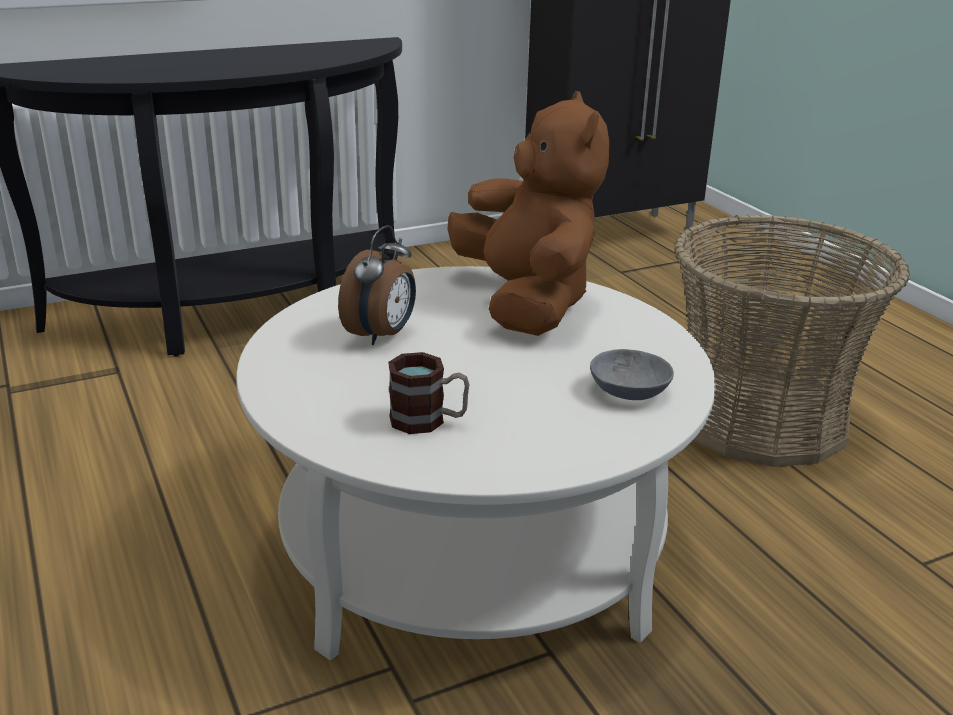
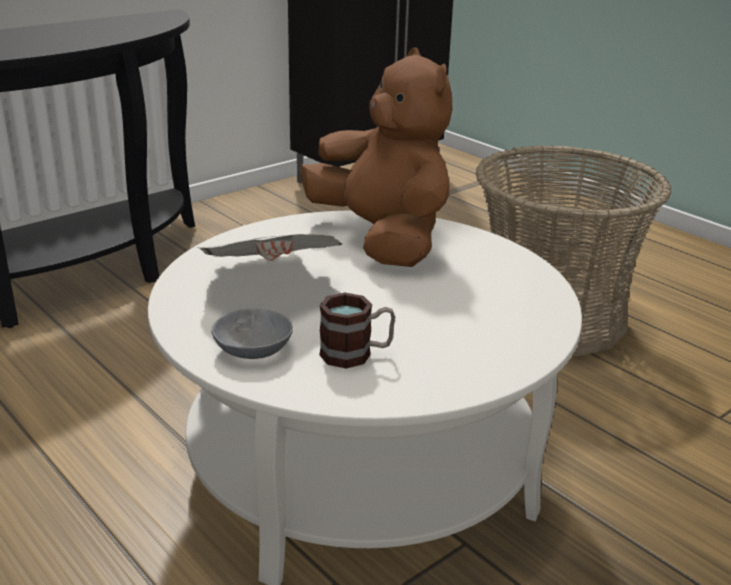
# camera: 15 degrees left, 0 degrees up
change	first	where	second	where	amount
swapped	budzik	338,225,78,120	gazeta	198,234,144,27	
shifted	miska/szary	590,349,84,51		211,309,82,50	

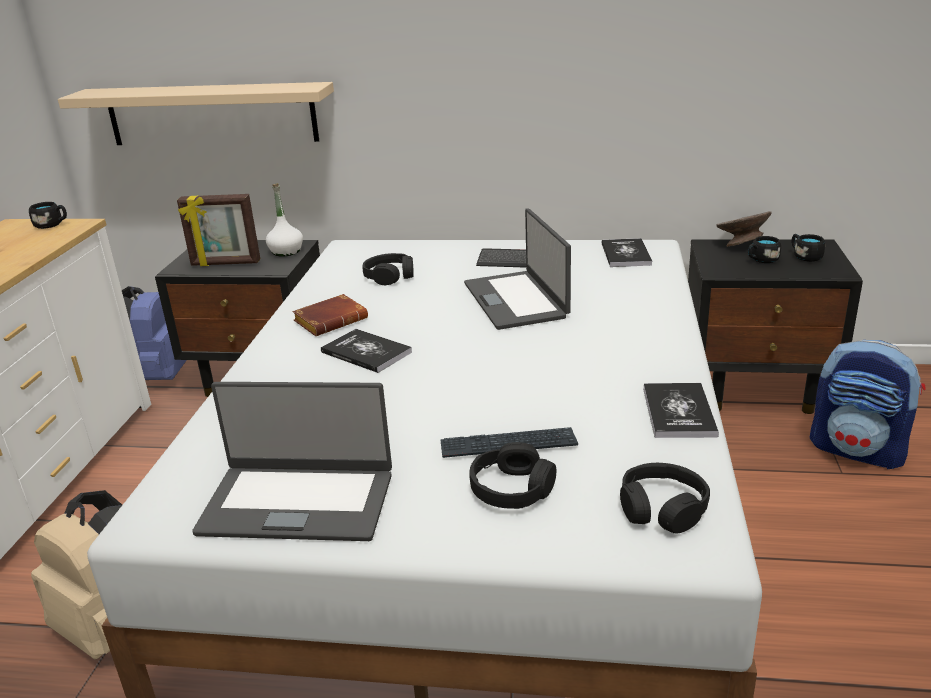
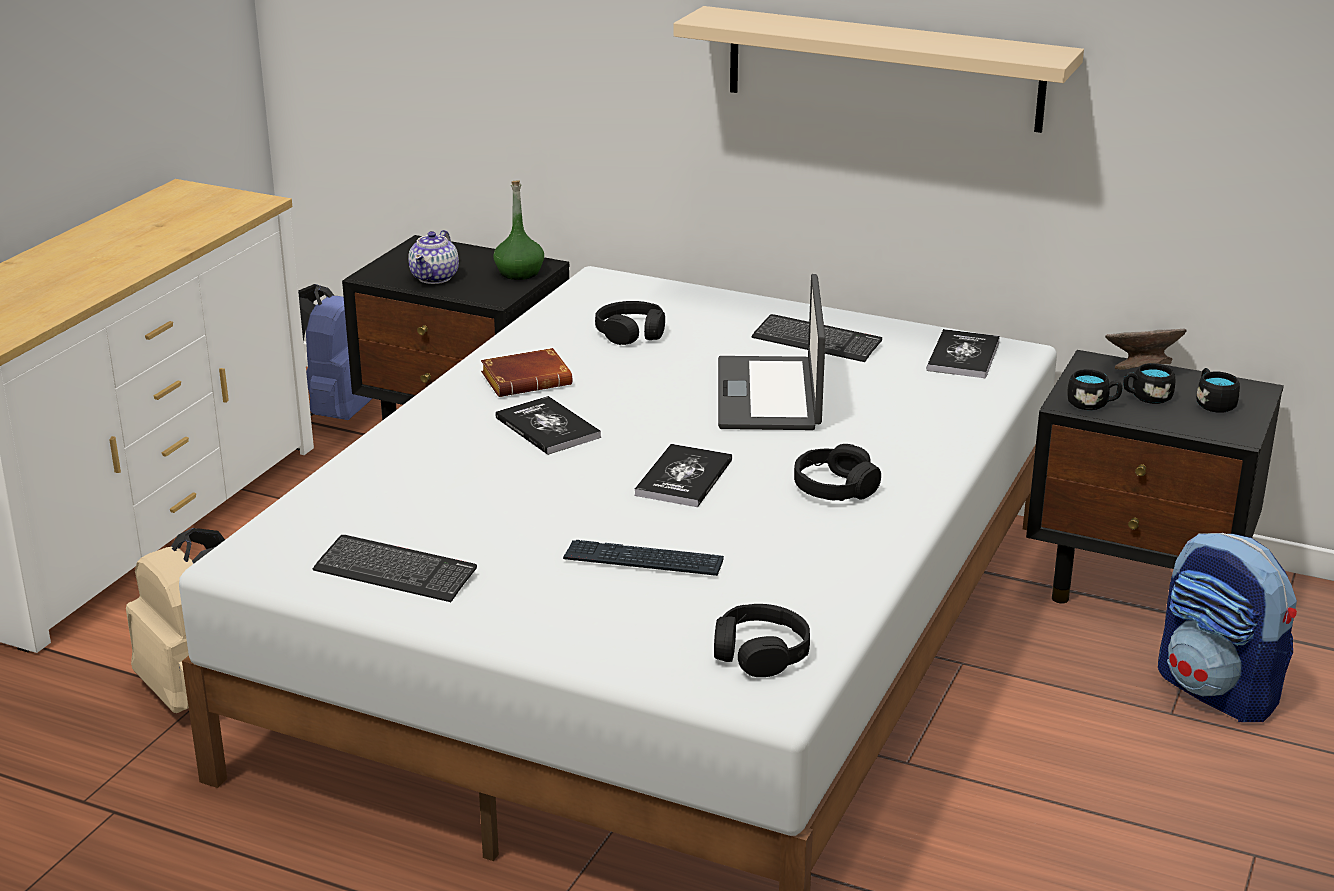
# camera: 15 degrees right, 0 degrees up
change	first	where	second	where	amount
shifted	kubek/czarny	29,202,38,27		1067,369,55,41	
shifted	półka/beżowy	58,82,276,63		674,6,410,127	
swapped	ramka na zdjęcie	177,194,83,72	imbryk	408,230,51,54	
swapped	laptop	192,382,200,159	klawiatura	313,535,164,67	
repainted	butelka/biały	266,183,37,74	butelka/zielony	493,180,51,100	
shifted	słuchawki/czarny	470,442,86,67		794,444,87,57	
shifted	książka	643,383,76,55		635,444,97,63	

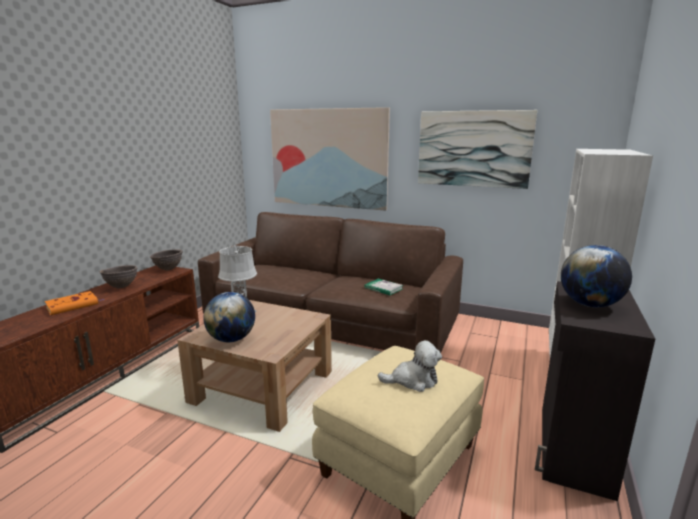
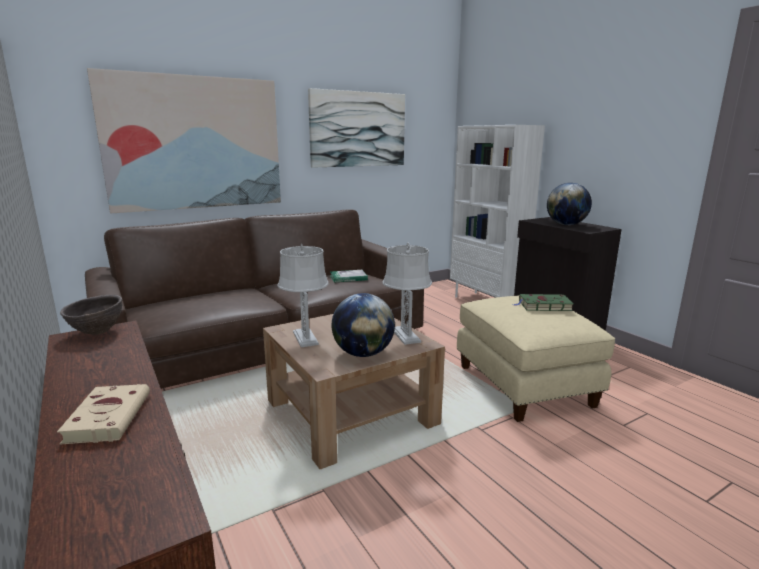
# camera: 55 degrees left, 0 degrees up
change	first	where	second	where	amount
repainted	książka/pomarańczowy	45,291,59,24	książka/beżowy	57,384,93,60	
gone	miska/brązowy	100,265,37,23			
swapped	pluszak	378,340,64,52	książka/zielony	513,294,61,17	
new			lampa stołowa/szary	382,242,50,103	

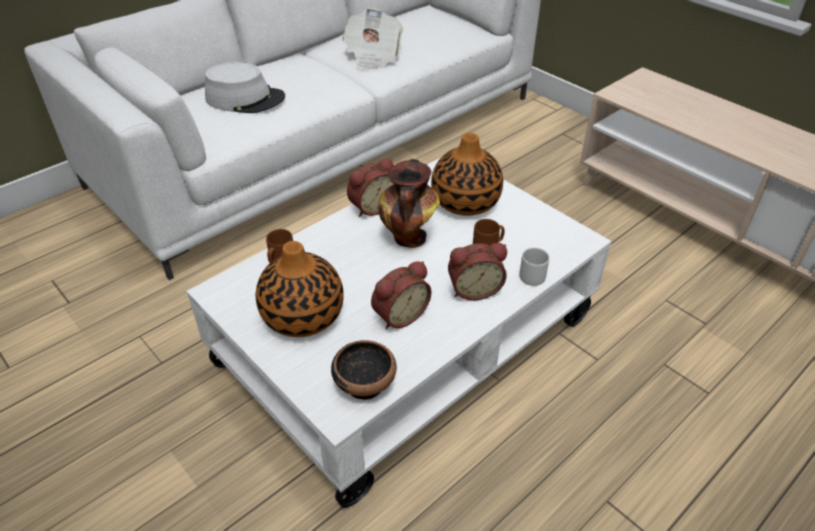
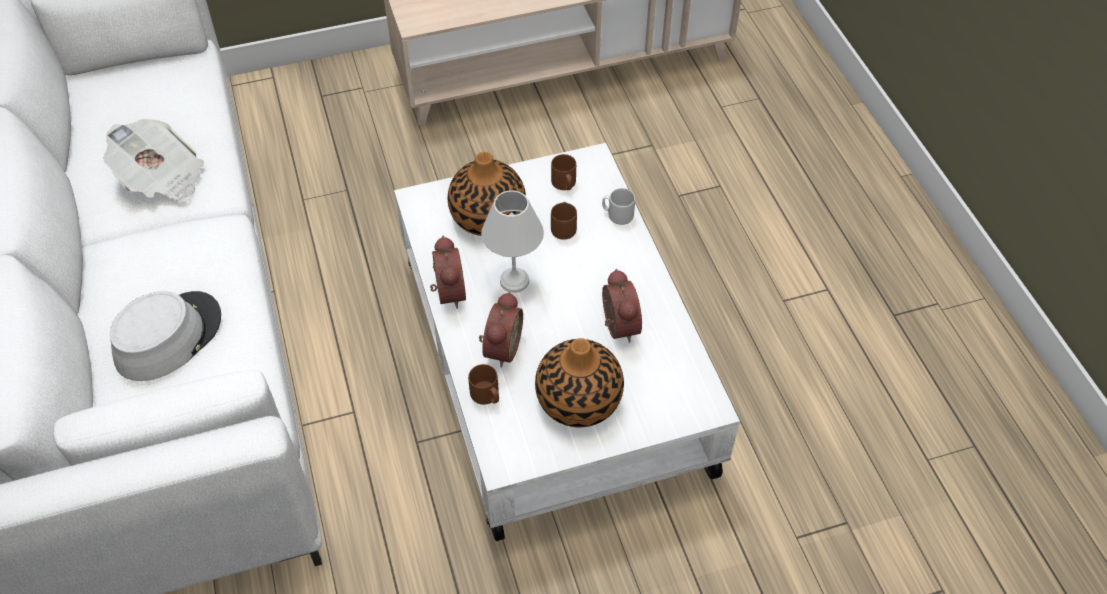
# camera: 65 degrees left, 10 degrees up
change	first	where	second	where	amount
gone	miska	331,340,66,60			
swapped	wazon	378,159,62,89	lampa stołowa/biały	481,190,63,103	
shifted	budzik	448,243,59,57		479,292,44,75	
new			kubek/brązowy	551,154,25,36	

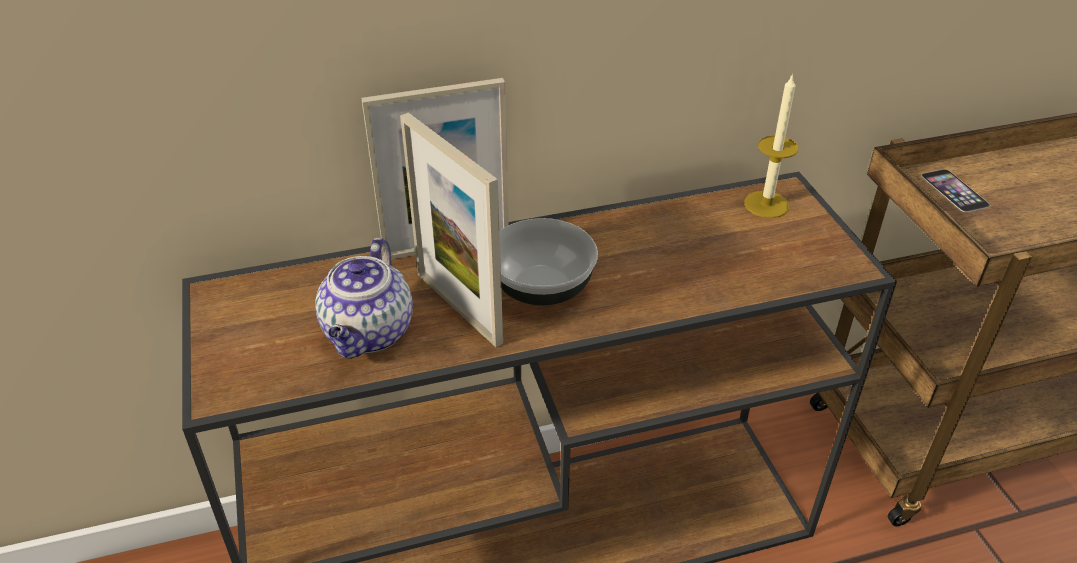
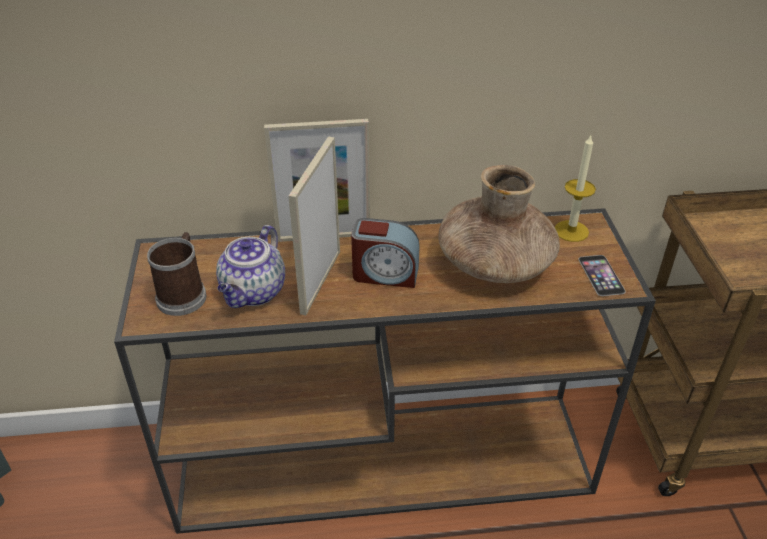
# camera: 10 degrees right, 0 degrees up
change	first	where	second	where	amount
rotated	ramka na zdjęcie	400,112,103,235		288,137,52,178	45 degrees clockwise
swapped	miska	499,218,99,88	budzik	351,218,69,70	
shifted	telefon	921,169,69,43		578,255,48,41	
new			kubek	147,232,59,84	
new			wazon/brązowy	438,165,122,118	

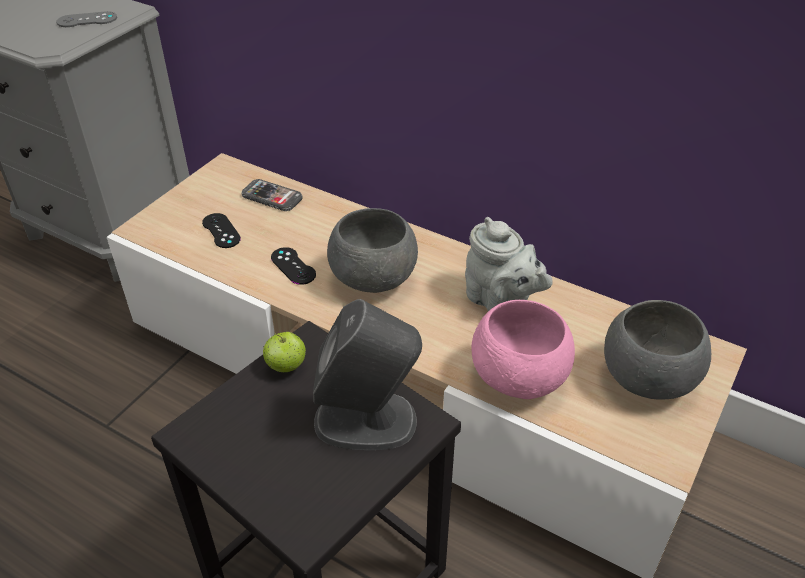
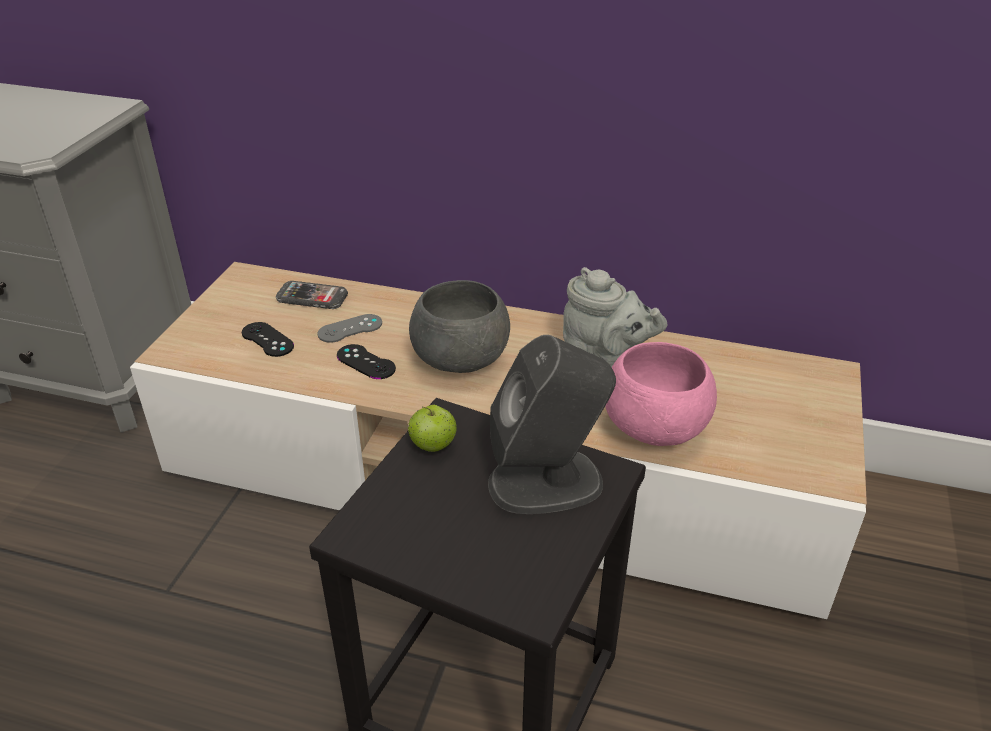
# camera: 15 degrees left, 5 degrees down
change	first	where	second	where	amount
shifted	pad do gier/szary	56,11,61,16		317,314,65,29	
gone	miska/szary	604,300,107,99			

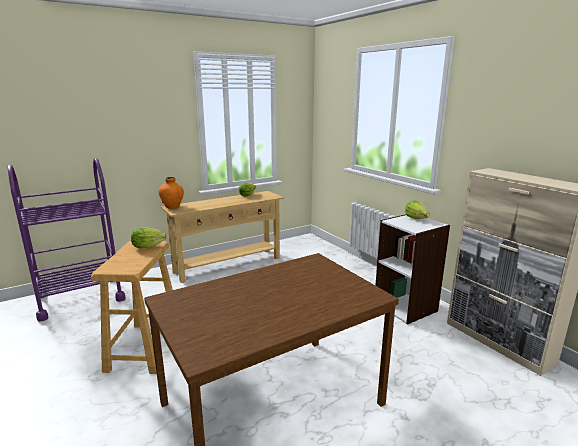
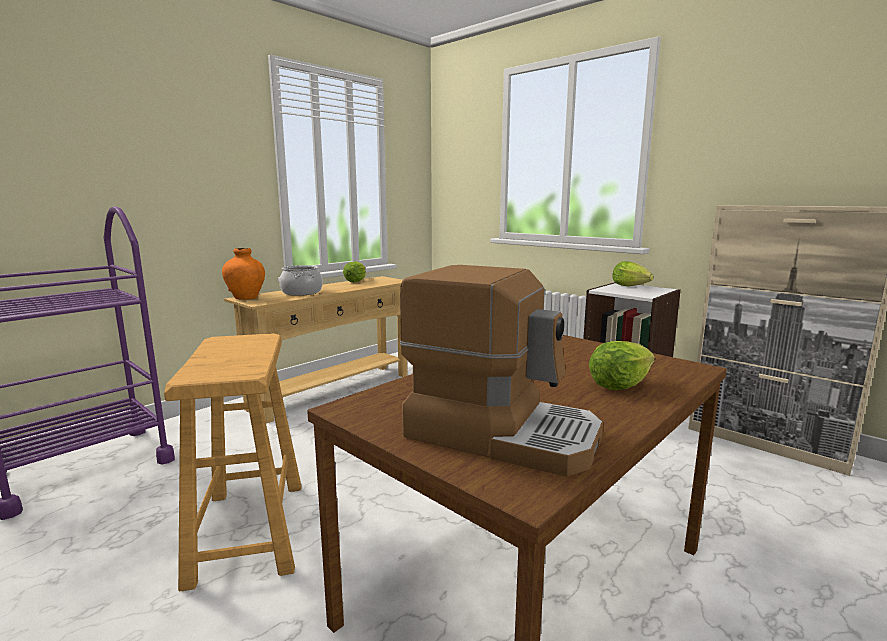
# camera: 15 degrees left, 5 degrees down
change	first	where	second	where	amount
shifted	sałata	131,227,36,21		589,341,66,49	
new			garnek	279,265,44,31	
new			ekspres do kawy	400,265,203,211	

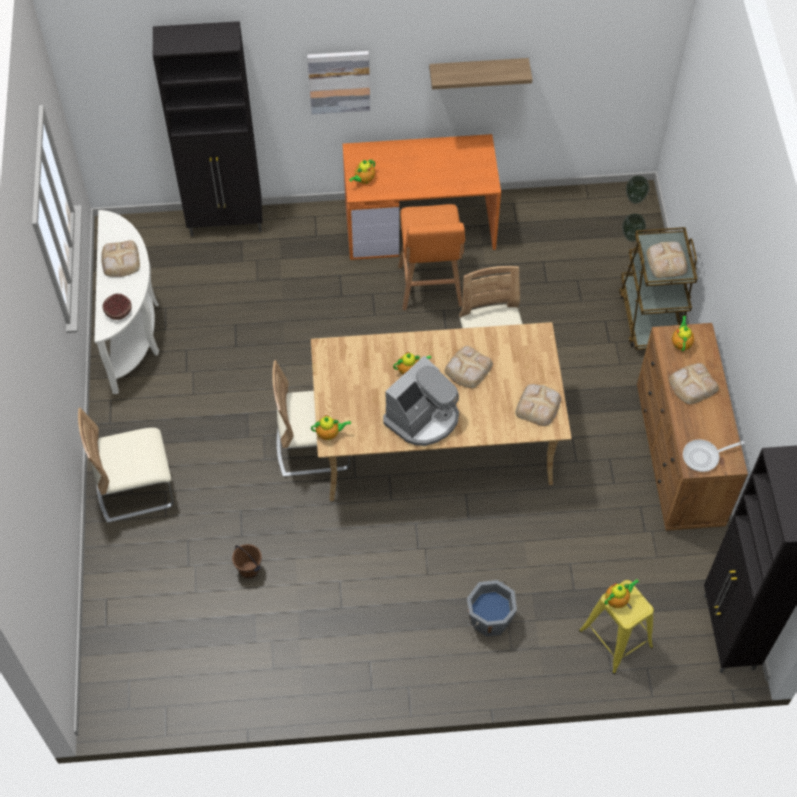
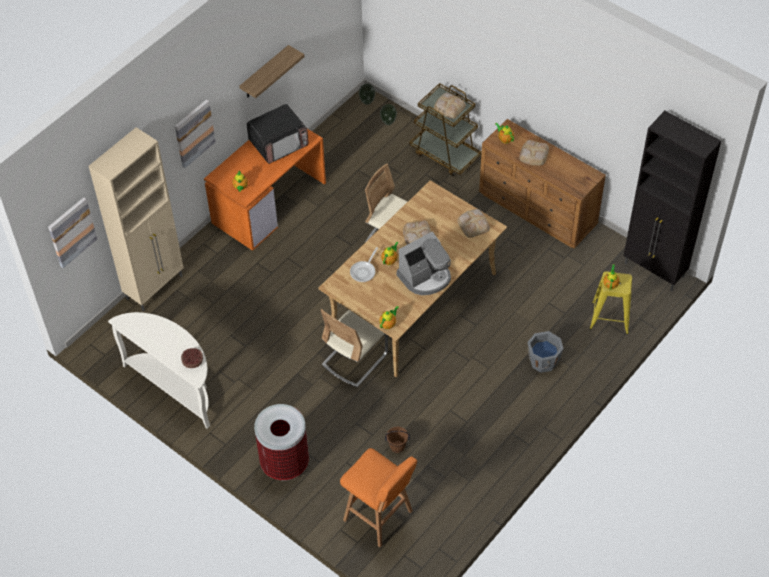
# camera: 45 degrees left, 5 degrees down
change	first	where	second	where	amount
swapped	krzesło/beżowy	78,408,96,115	kosz na śmieci	254,404,55,77	
gone	chleb	101,240,39,37			
repainted	szafka/czarny	153,21,110,215	szafka/beżowy	89,127,95,184	
rotated	ekspres do kawy	383,356,76,90		396,231,55,64	60 degrees clockwise
shifted	stołek/pomarańczowy	398,204,67,106		340,448,77,99	
shifted	patelnia	683,440,61,32		350,247,28,35	
new			obraz	48,197,49,71	
new			mikrofalówka	247,104,62,60	

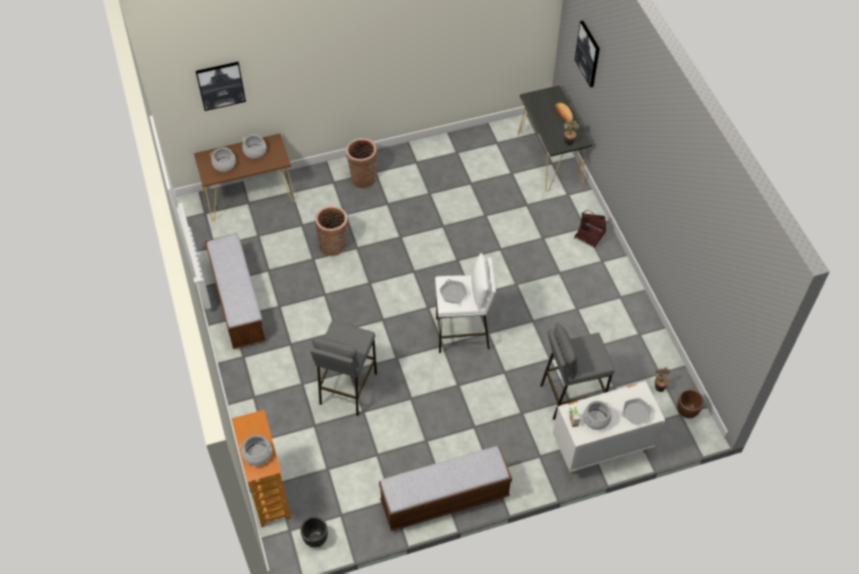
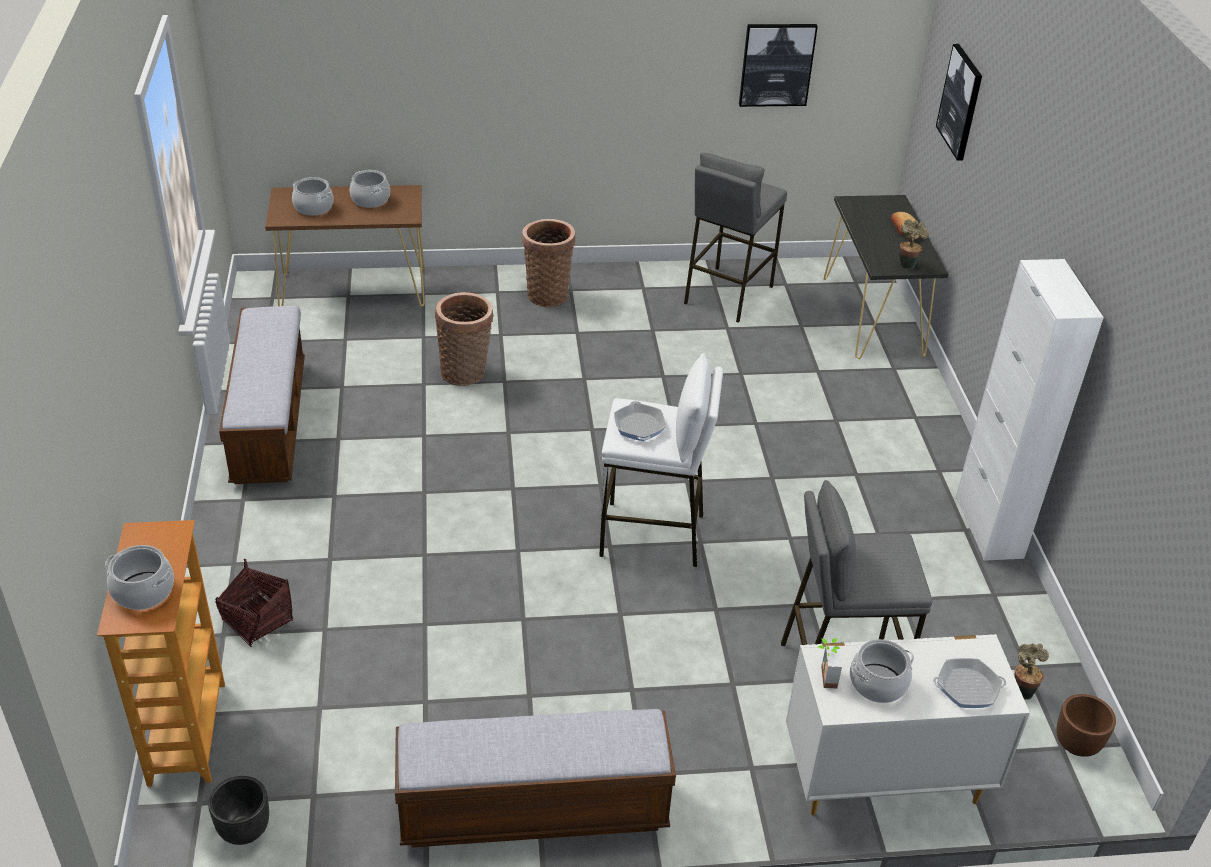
# camera: 10 degrees right, 15 degrees down
change	first	where	second	where	amount
shifted	obraz	196,62,50,49		739,24,79,83	
shifted	stołek/szary	310,321,67,95		684,153,103,170	
shifted	koszyk	574,210,32,38		215,558,78,89	
new			szafka/biały	956,259,148,302	

